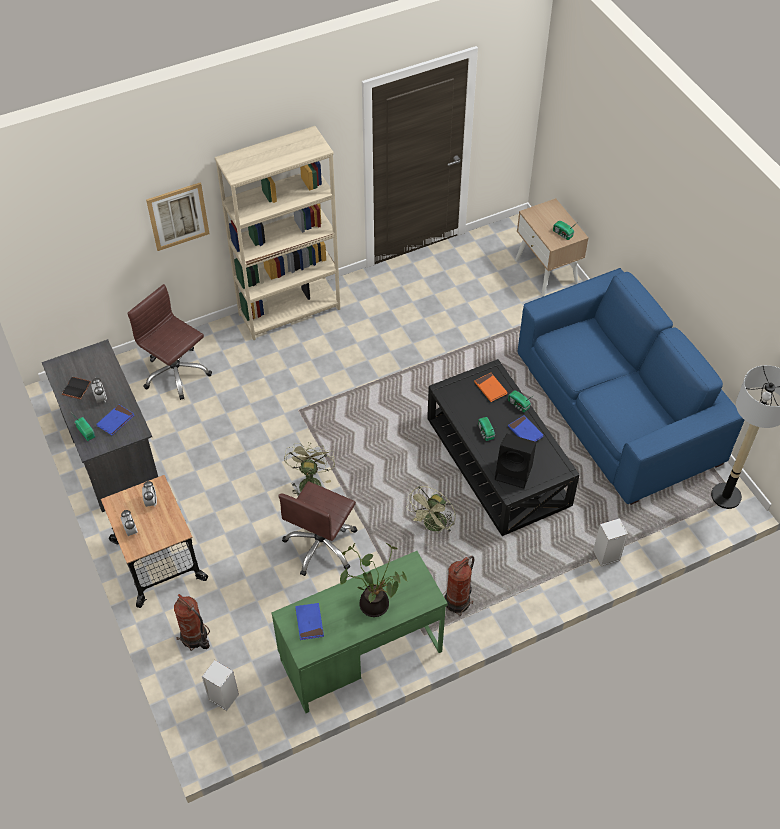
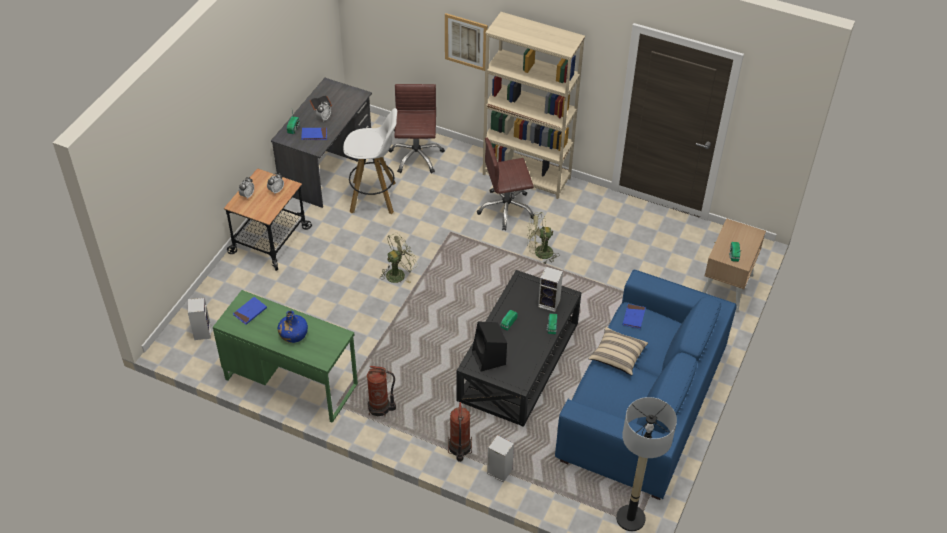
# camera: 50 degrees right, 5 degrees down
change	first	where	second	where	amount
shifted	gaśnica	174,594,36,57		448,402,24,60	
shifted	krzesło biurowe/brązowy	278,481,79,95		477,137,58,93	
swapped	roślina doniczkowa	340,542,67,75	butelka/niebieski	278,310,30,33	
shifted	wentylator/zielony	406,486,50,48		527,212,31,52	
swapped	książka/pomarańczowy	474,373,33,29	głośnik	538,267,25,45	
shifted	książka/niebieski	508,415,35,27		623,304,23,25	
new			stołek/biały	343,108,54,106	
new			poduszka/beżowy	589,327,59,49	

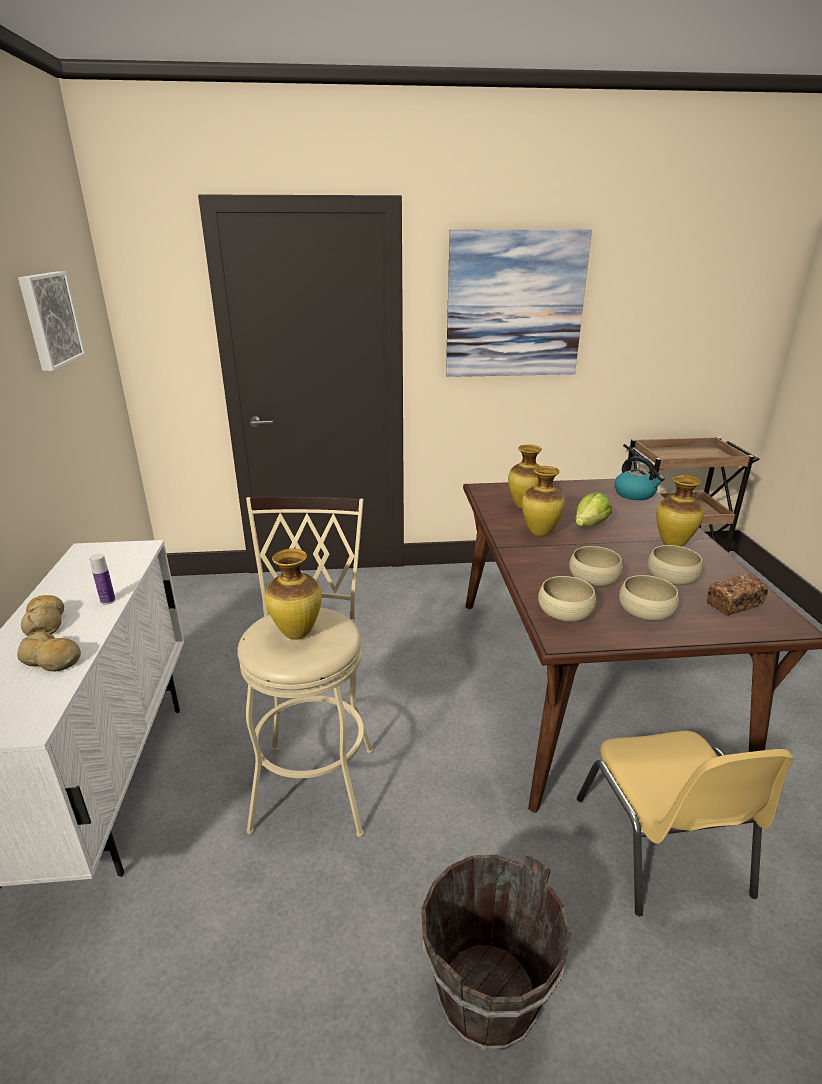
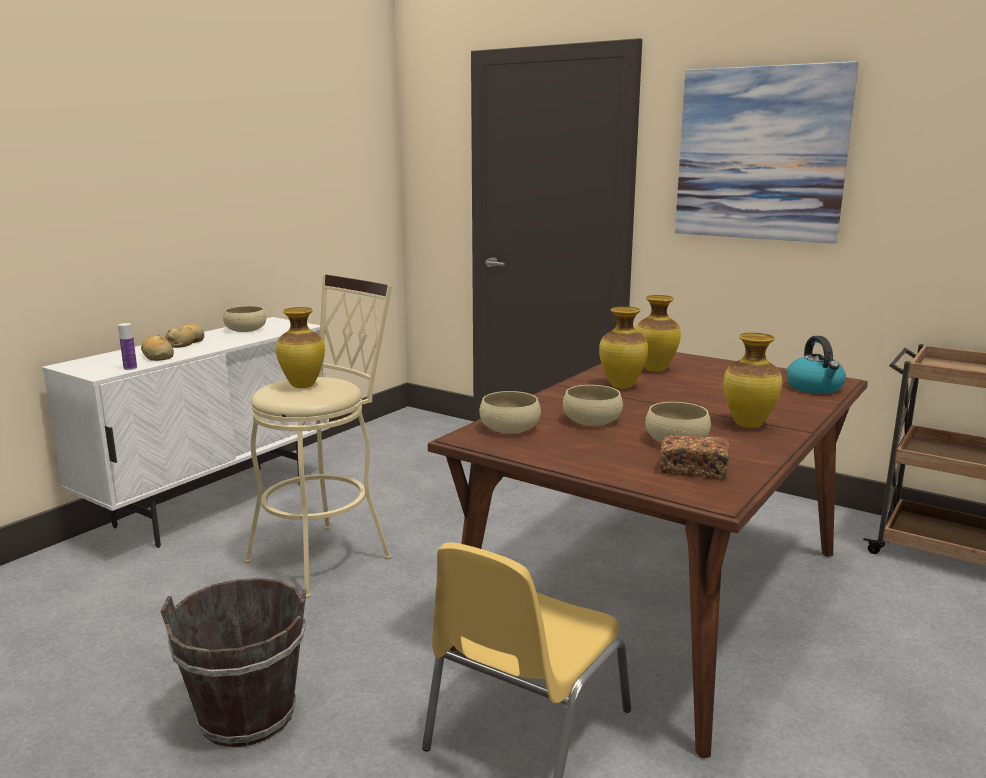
# camera: 40 degrees right, 10 degrees down
change	first	where	second	where	amount
gone	obraz	18,271,67,100			
shifted	butelka	89,554,27,51		118,323,19,47	
gone	sałata	575,492,37,35			
shifted	miska/beżowy	619,575,60,46		223,306,43,26	

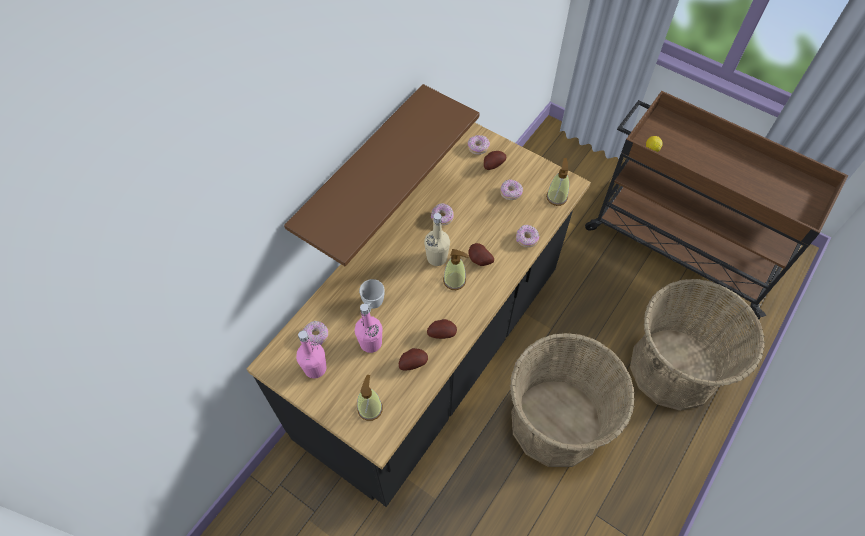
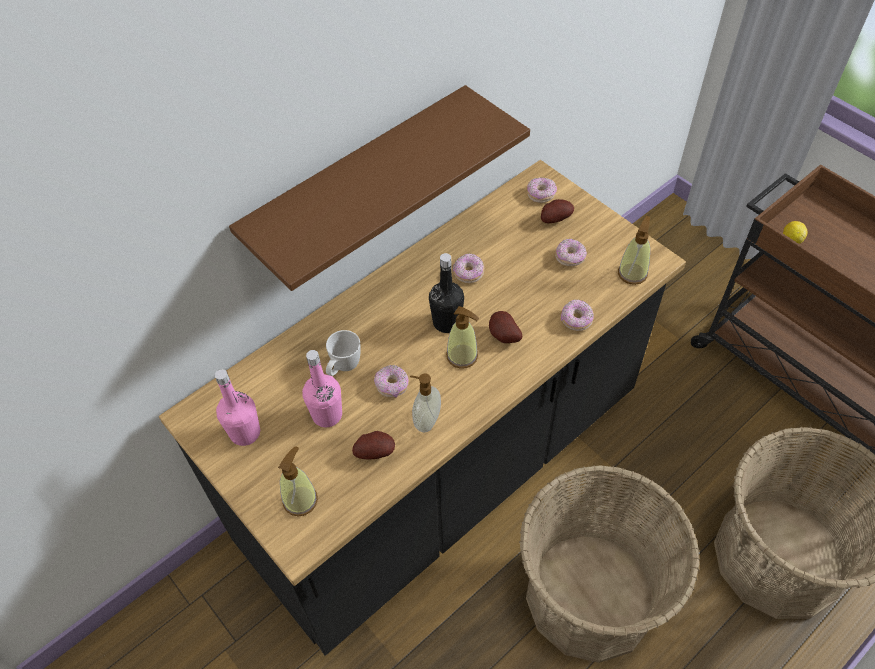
# camera: 15 degrees right, 5 degrees down
change	first	where	second	where	amount
shifted	donut	303,321,26,24		374,365,35,33	
repainted	butelka/beżowy	424,213,26,53	butelka/czarny	429,253,35,80	
swapped	ziemniak	427,319,30,20	dozownik mydła	410,373,31,59	

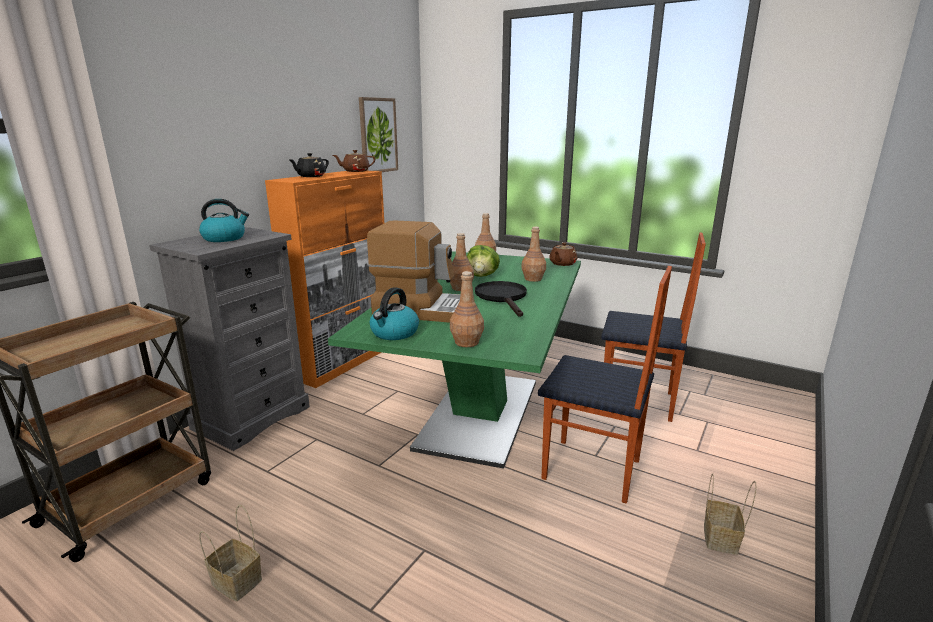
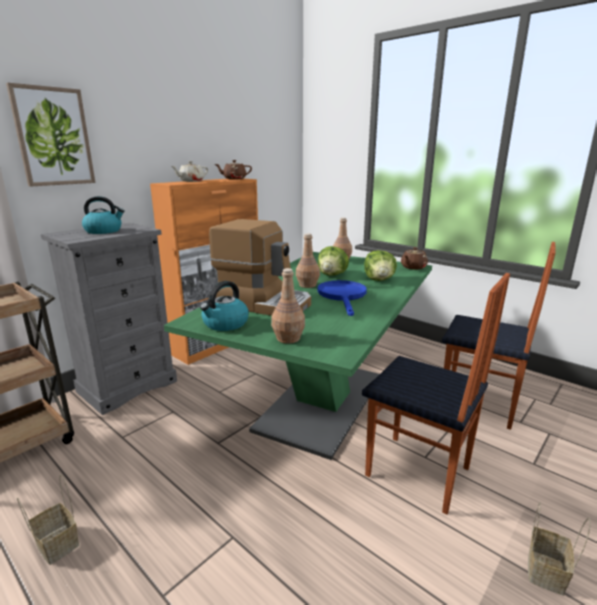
# camera: 10 degrees right, 0 degrees up
change	first	where	second	where	amount
repainted	imbryk/czarny	290,153,39,24	imbryk/beżowy	171,161,37,21	
shifted	obraz	359,97,39,75		6,83,89,104	
repainted	patelnia/czarny	475,281,52,36	patelnia/niebieski	317,280,50,36	
swapped	butelka/brązowy	521,226,25,56	sałata	364,250,33,31	

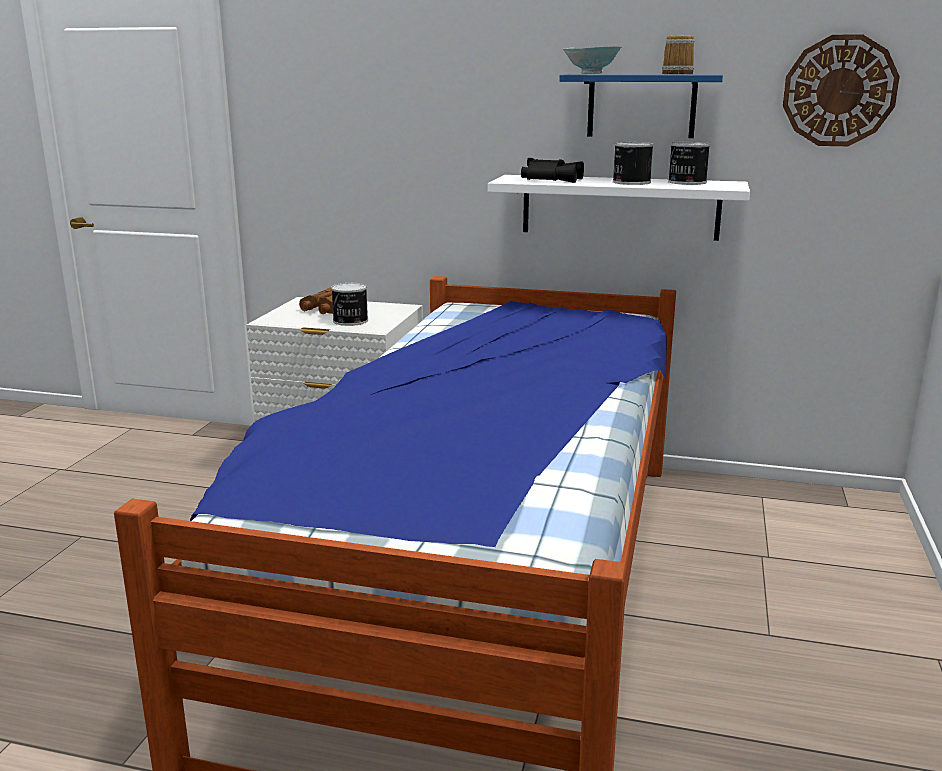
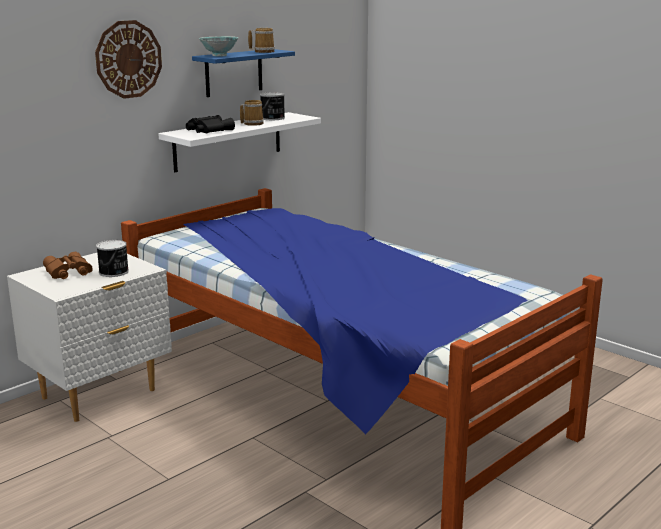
# camera: 60 degrees left, 0 degrees up
change	first	where	second	where	amount
swapped	puszka	613,142,40,43	kubek	240,100,24,26	
shifted	zegar ścienny	783,34,117,112		95,20,67,79	

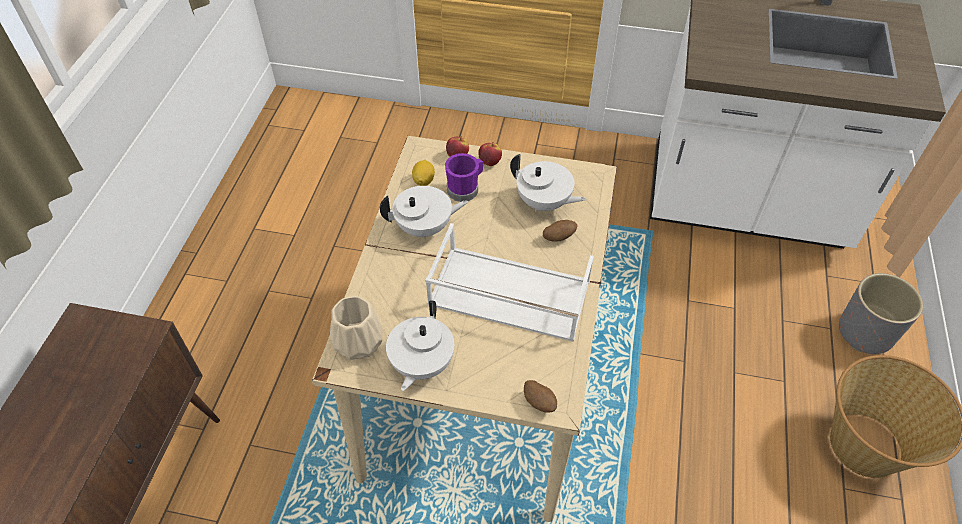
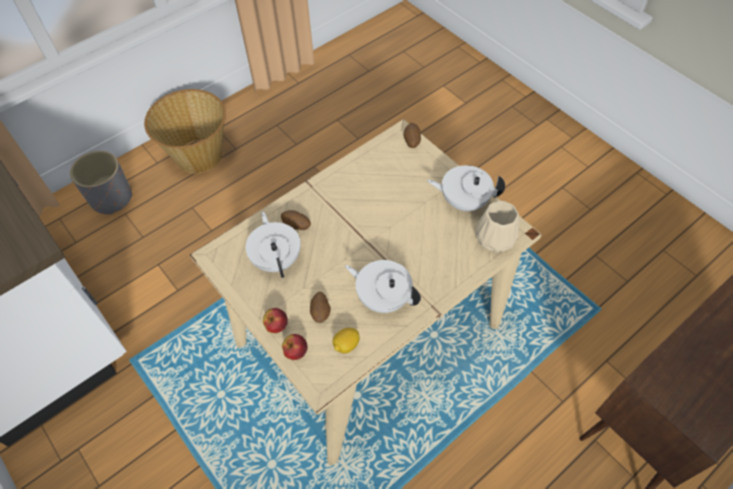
# camera: 140 degrees left, 5 degrees up
change	first	where	second	where	amount
rotated	imbryk/biały	386,300,68,91		427,165,78,46	135 degrees counterclockwise
gone	taca/biały	425,223,169,119			
swapped	kubek/fioletowy	445,153,38,49	ziemniak	310,292,21,31	

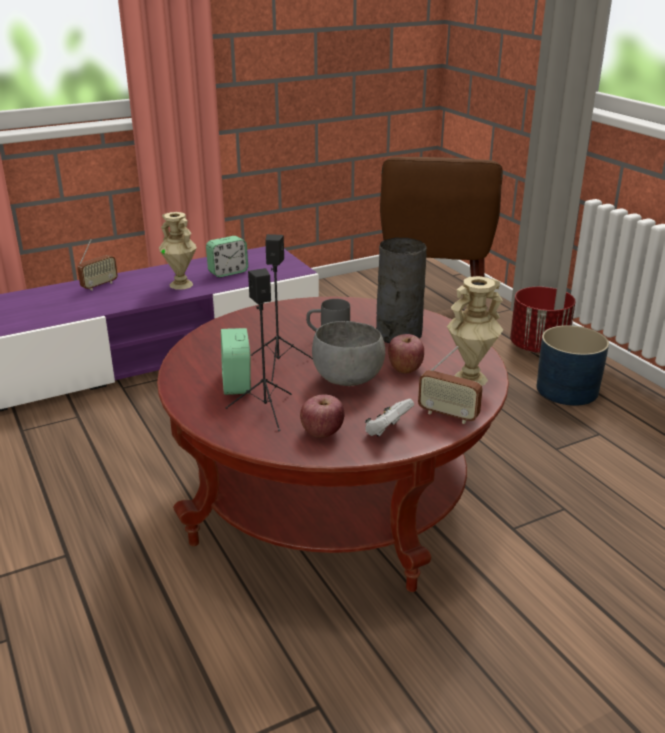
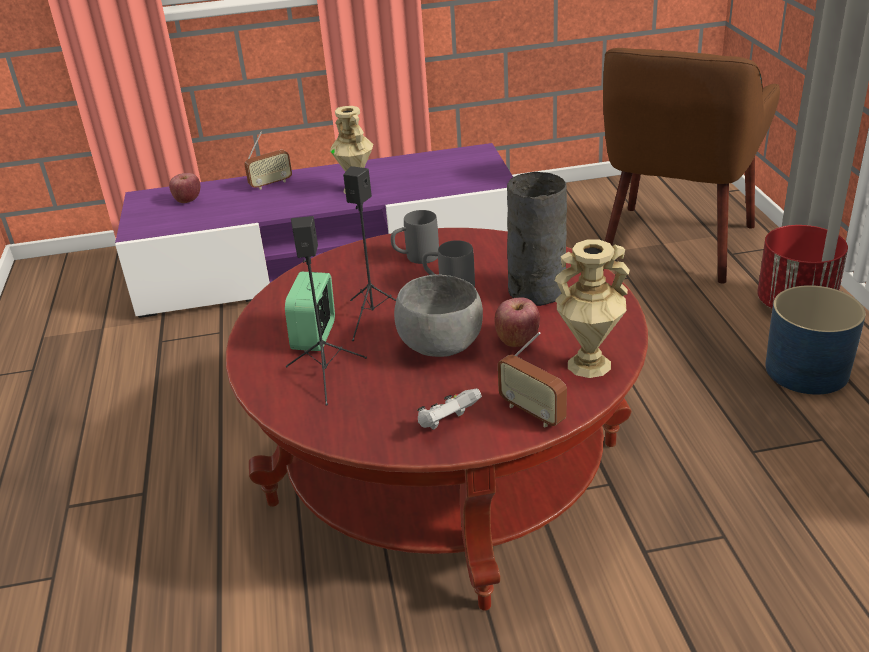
# camera: 20 degrees right, 5 degrees up
change	first	where	second	where	amount
gone	budzik	206,236,42,41			
shifted	jabłko	300,395,45,43		169,173,31,30	
new			kubek/szary	391,210,48,54	

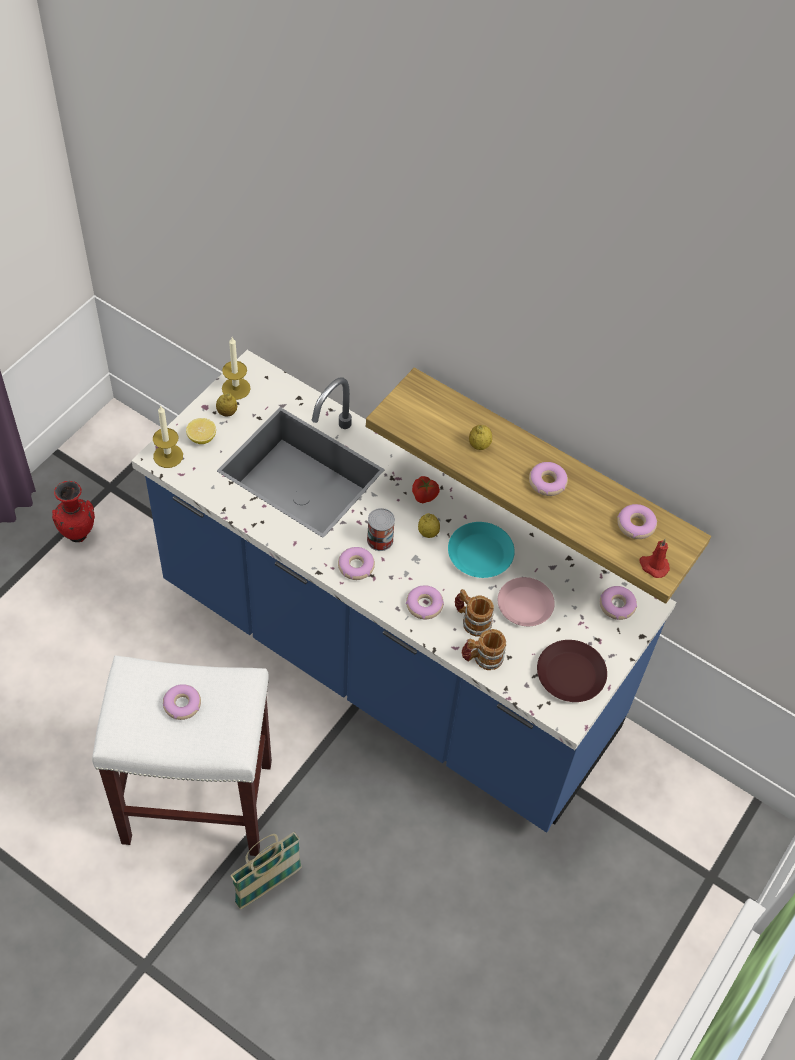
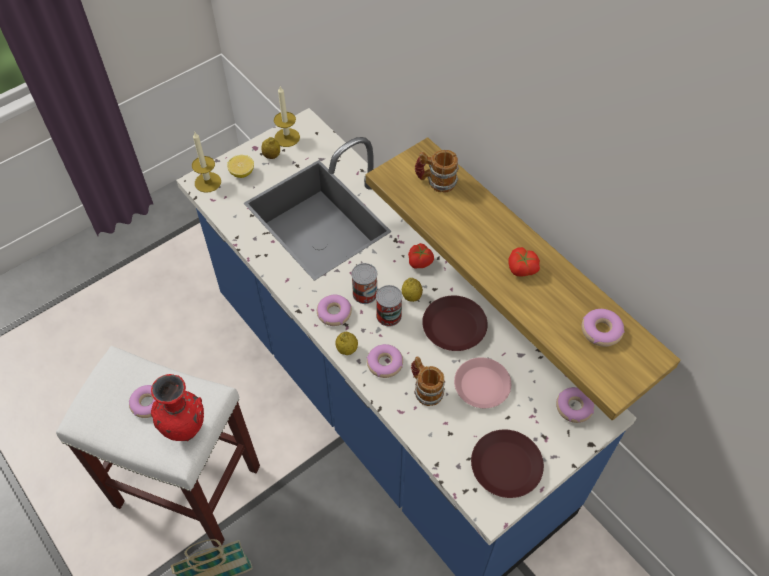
# camera: 20 degrees right, 0 degrees up
change	first	where	second	where	amount
shifted	wazon/czerwony	52,481,43,61		151,374,53,67	
repainted	talerz/turkusowy	448,522,67,56	talerz/brązowy	422,296,66,55	
shifted	kubek	462,629,44,41		415,150,44,43	
shifted	cytryna	469,425,23,25		335,332,23,23	
swapped	donut	529,462,39,34	pomidor	509,247,31,30	
gone	świeca/czerwony	639,539,31,39			
new			puszka	376,285,26,42	

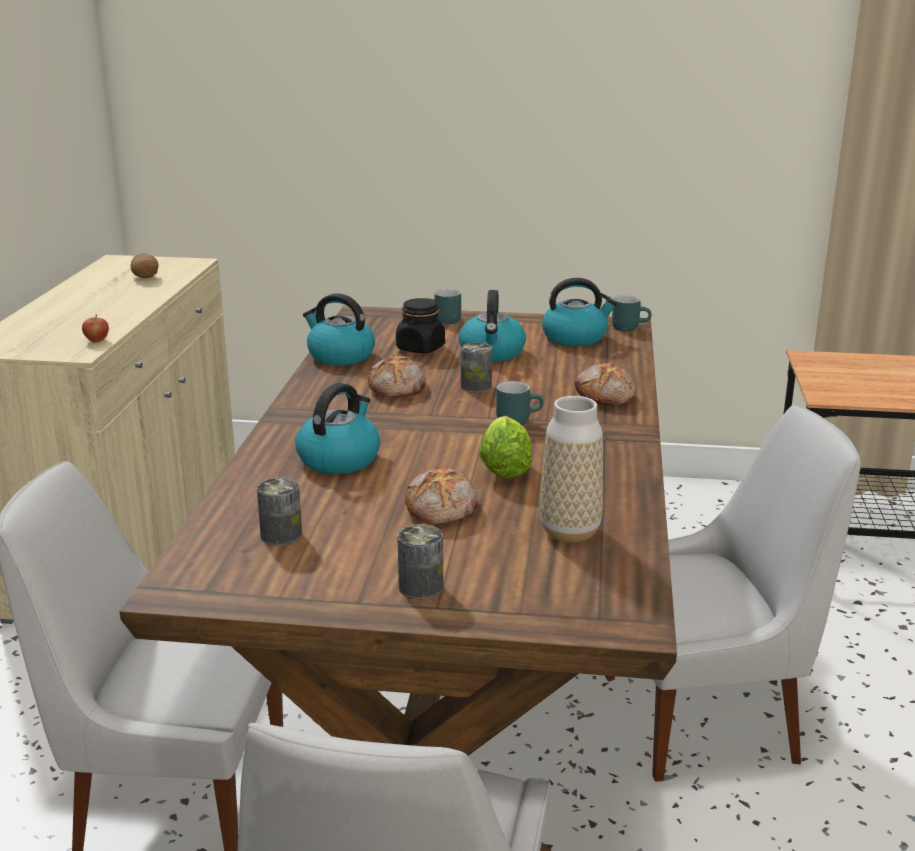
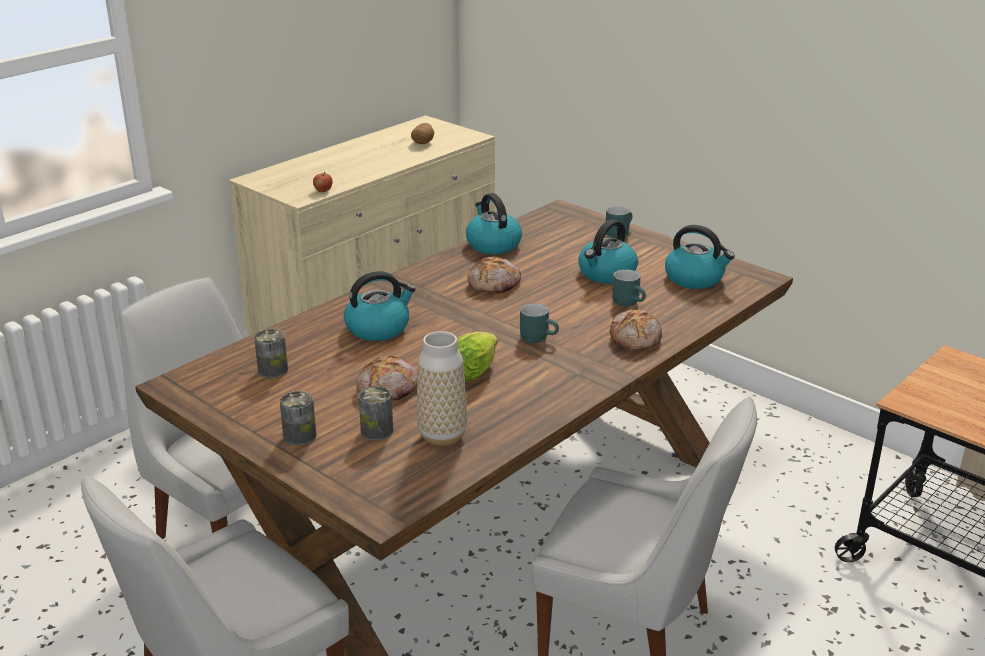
# camera: 35 degrees right, 5 degrees up
change	first	where	second	where	amount
gone	słoik/czarny	396,298,49,56			
shifted	puszka	461,343,31,50		358,386,35,55	
shifted	kubek/turkusowy	612,295,40,36		612,269,34,38	

